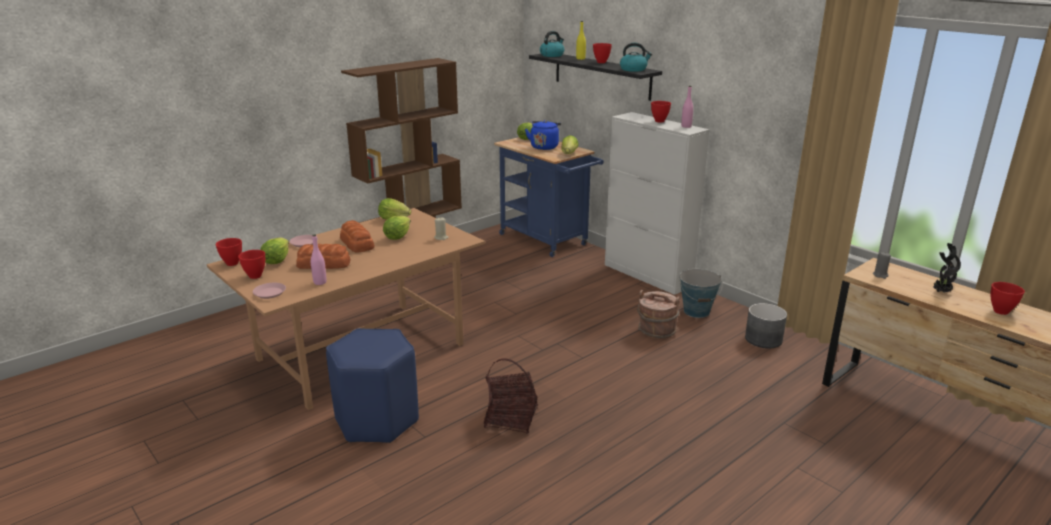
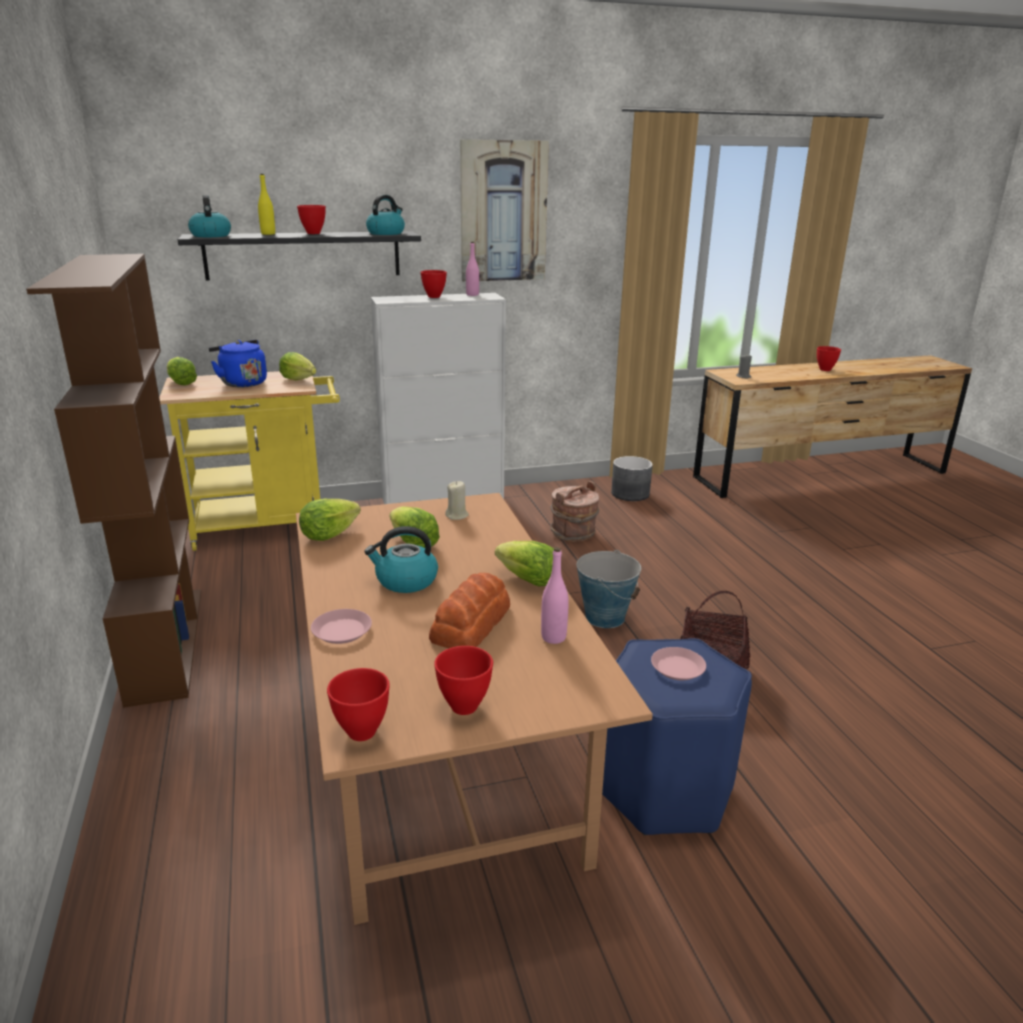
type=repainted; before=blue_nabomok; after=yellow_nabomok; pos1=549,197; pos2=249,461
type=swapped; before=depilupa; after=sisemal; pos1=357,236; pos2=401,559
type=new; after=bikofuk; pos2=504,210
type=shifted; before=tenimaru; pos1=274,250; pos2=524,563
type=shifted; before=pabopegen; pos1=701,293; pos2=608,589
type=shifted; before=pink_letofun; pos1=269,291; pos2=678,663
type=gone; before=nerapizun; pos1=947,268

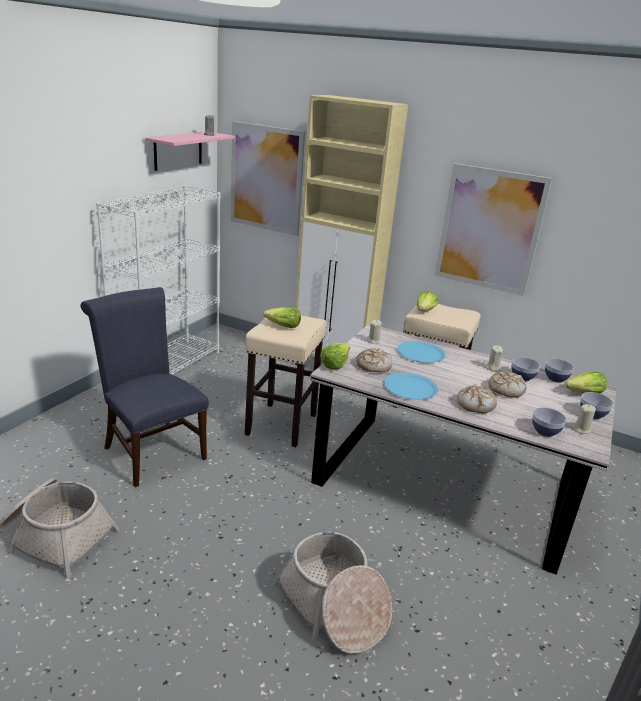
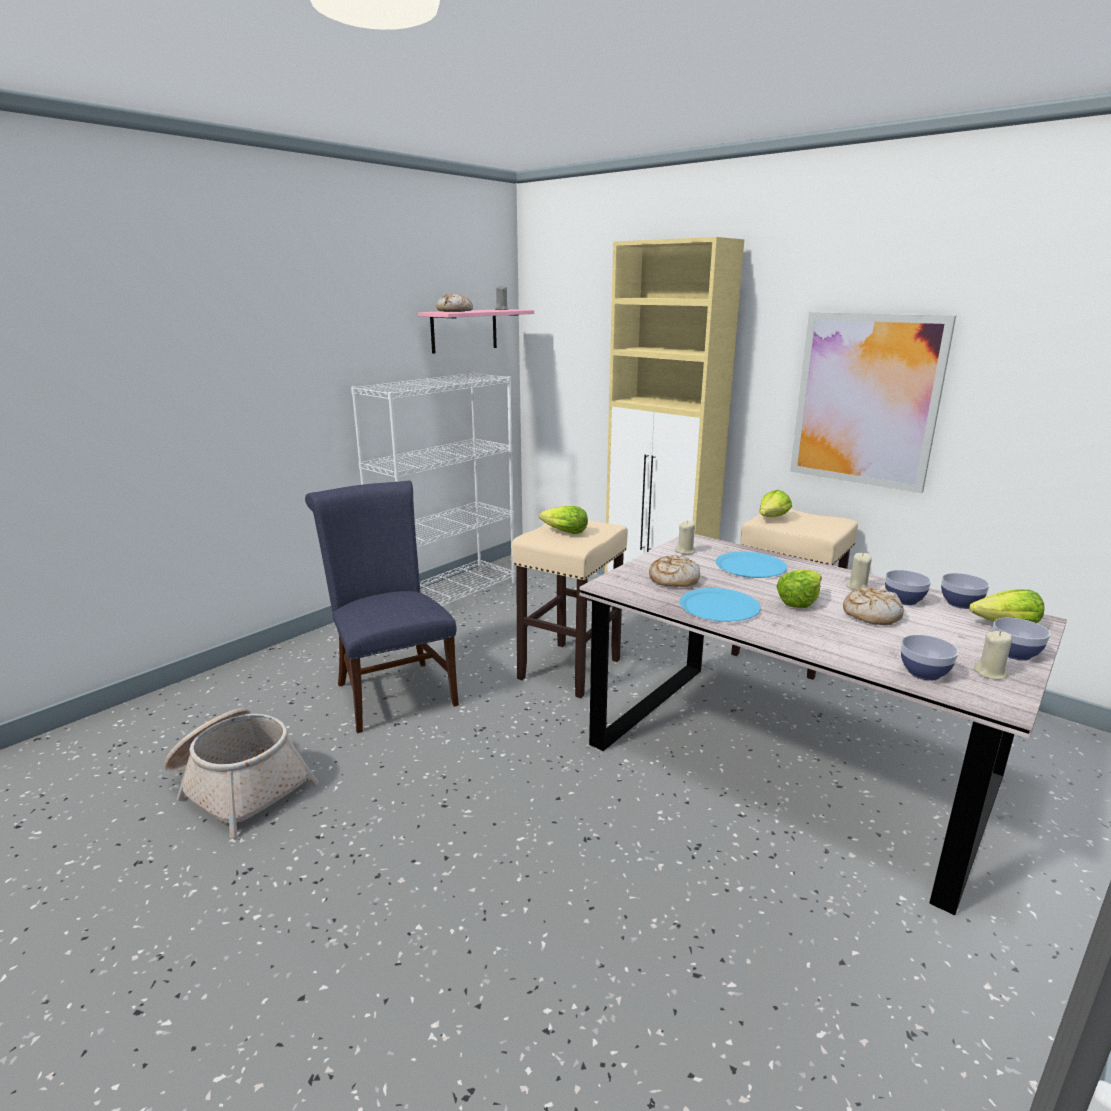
type=shifted; before=depilupa; pos1=477,399; pos2=454,303
type=shifted; before=tenimaru; pos1=335,356; pos2=799,589
type=gone; before=bikofuk; pos1=268,178
type=gone; before=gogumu; pos1=332,593

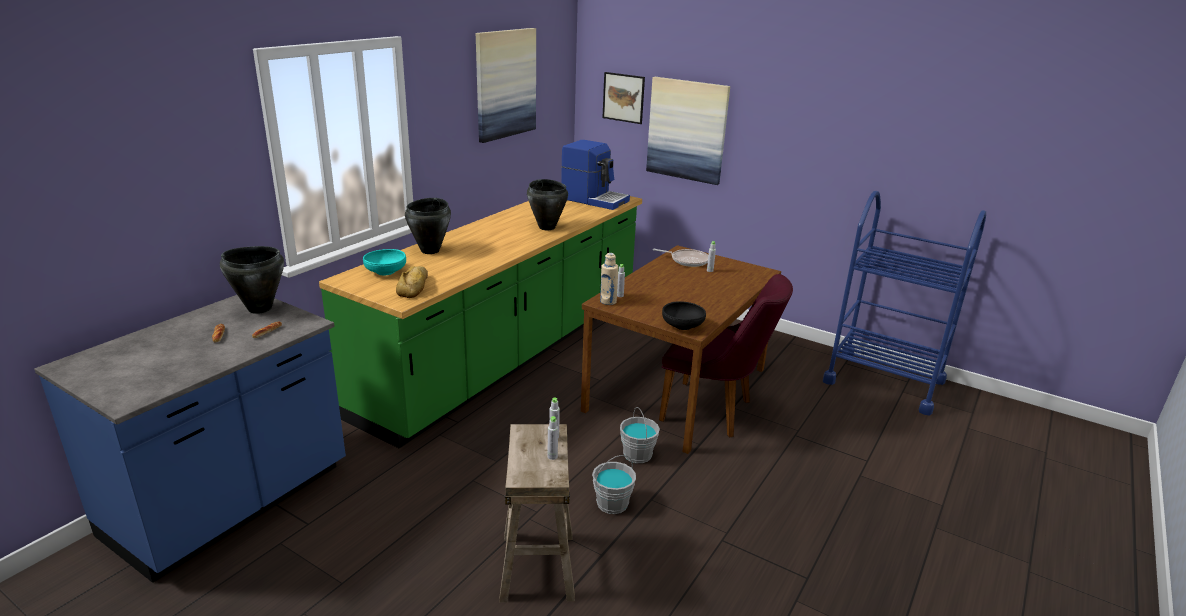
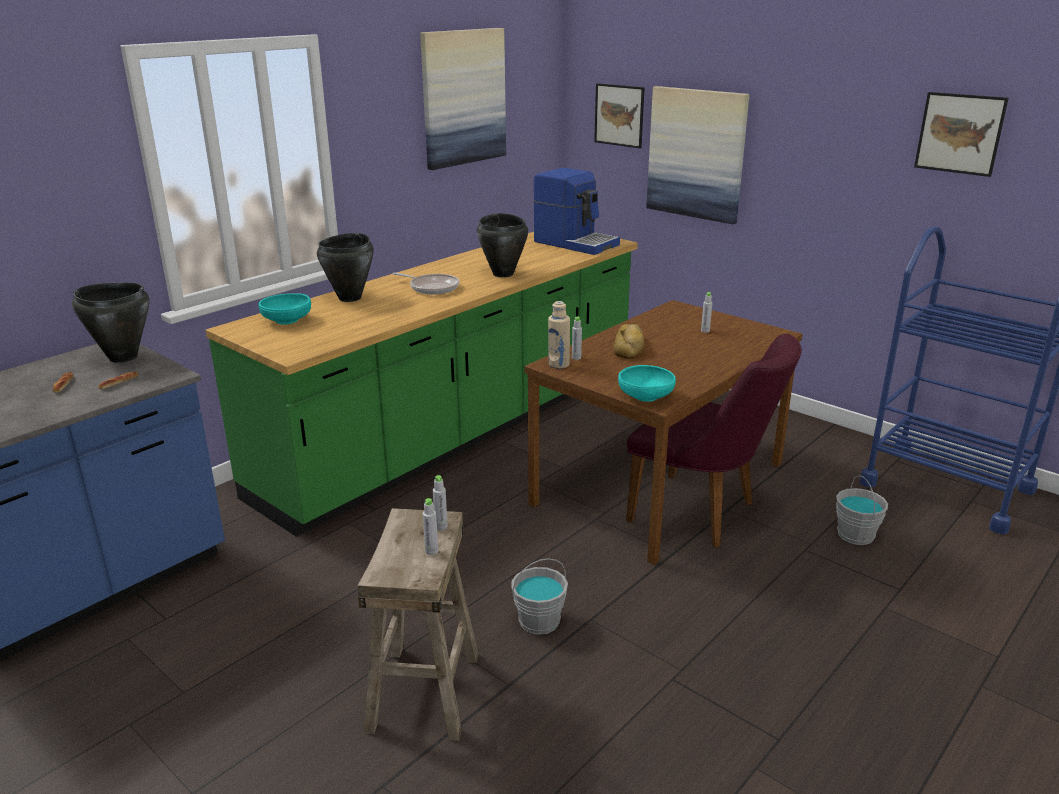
type=shifted; before=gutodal; pos1=680,258; pos2=426,283
type=shifted; before=depilupa; pos1=412,282; pos2=629,341
type=repainted; before=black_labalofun; after=turquoise_labalofun; pos1=684,315; pos2=647,383
type=shifted; before=grey_pabopegen; pos1=640,435; pos2=862,510
type=new; after=bikofuk; pos2=961,134

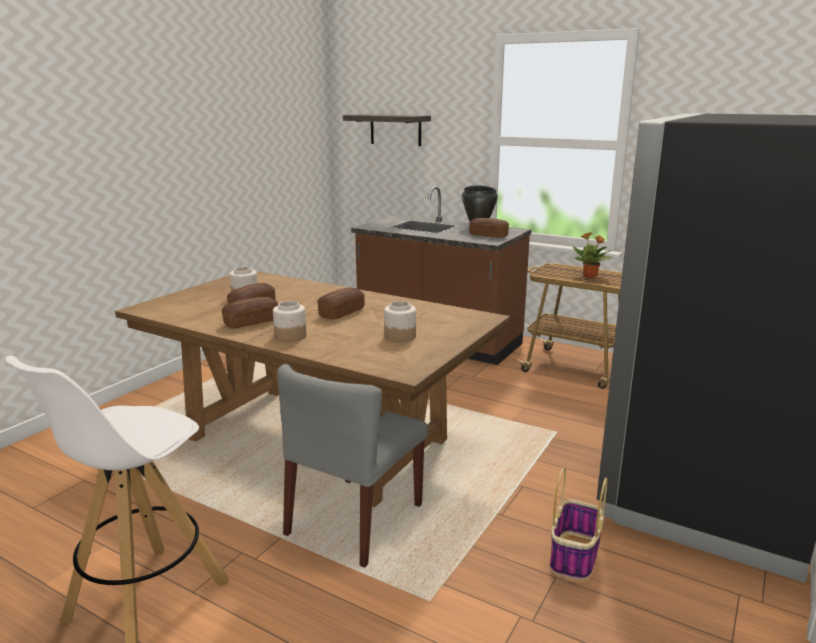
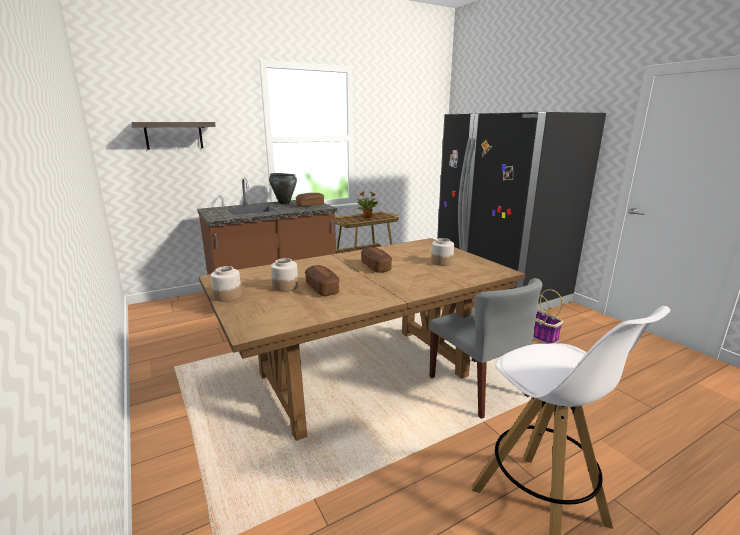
type=shifted; before=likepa; pos1=289,321; pos2=226,284
type=gone; before=depilupa; pos1=250,312

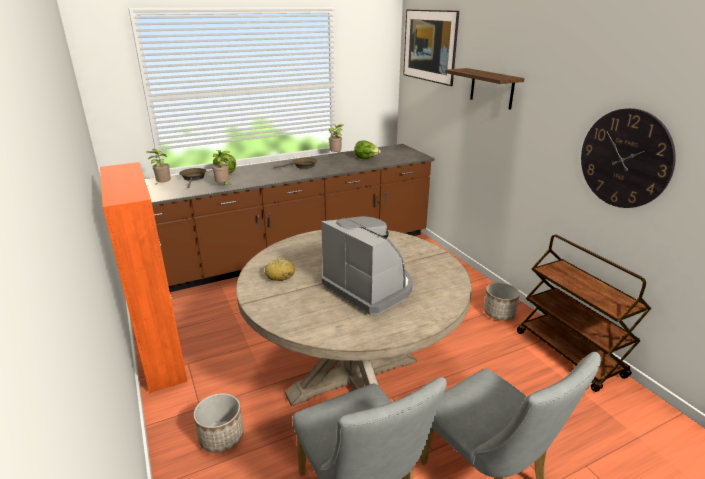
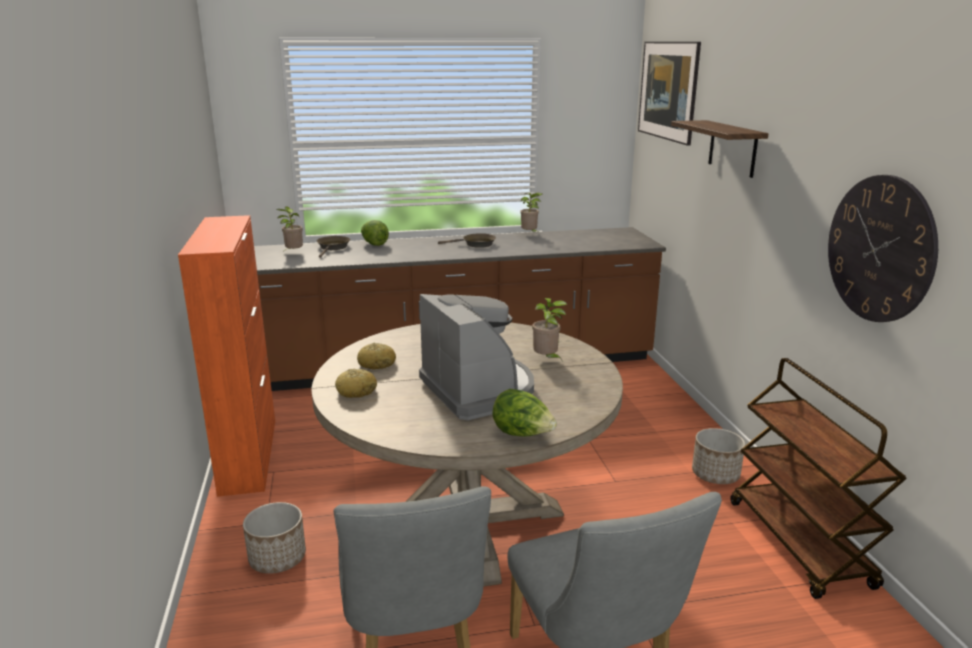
type=new; after=depilupa; pos2=356,383
type=shifted; before=tenimaru; pos1=367,150; pos2=524,413
type=shifted; before=nerapizun; pos1=222,167; pos2=549,329

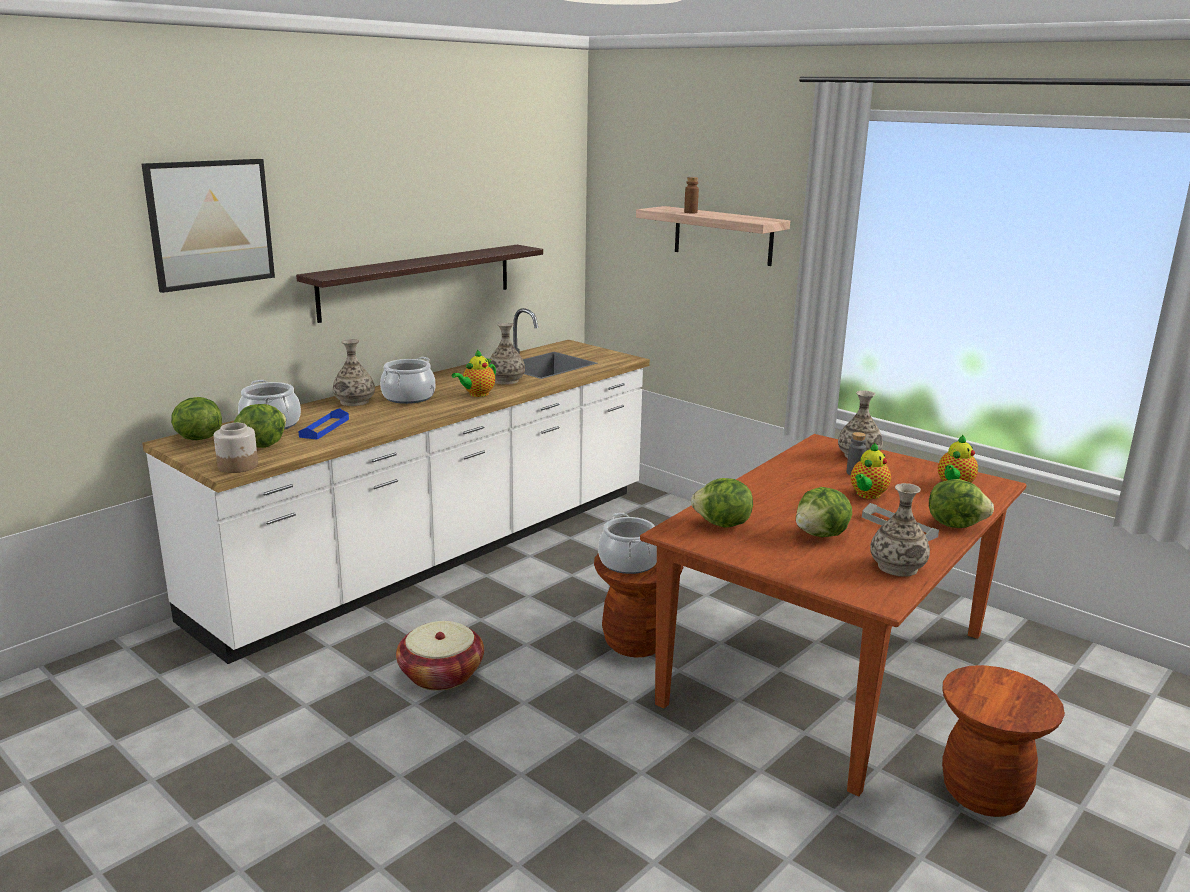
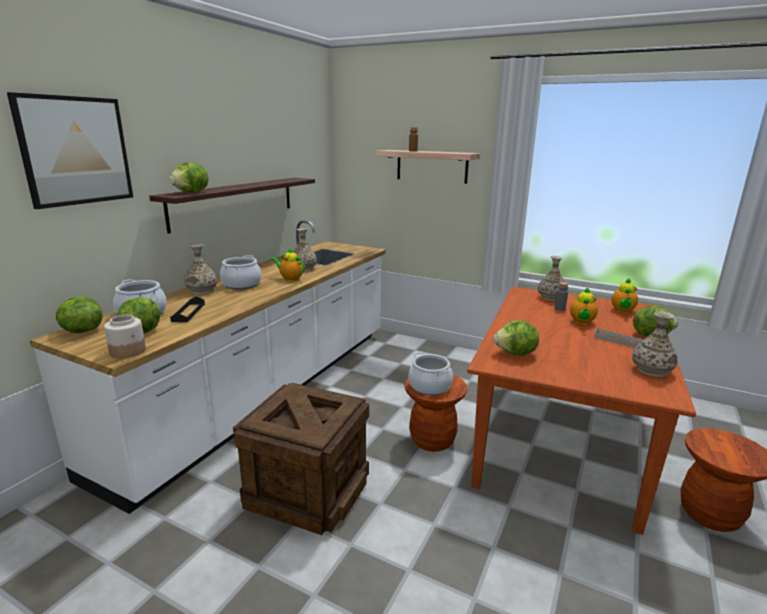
type=shifted; before=tenimaru; pos1=824,512; pos2=188,177
type=repainted; before=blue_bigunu; after=black_bigunu; pos1=323,424; pos2=187,309
type=swapped; before=gogumu; after=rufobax; pos1=440,656; pos2=301,459
type=rotated; before=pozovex; pos1=474,373; pos2=288,264; turn=90

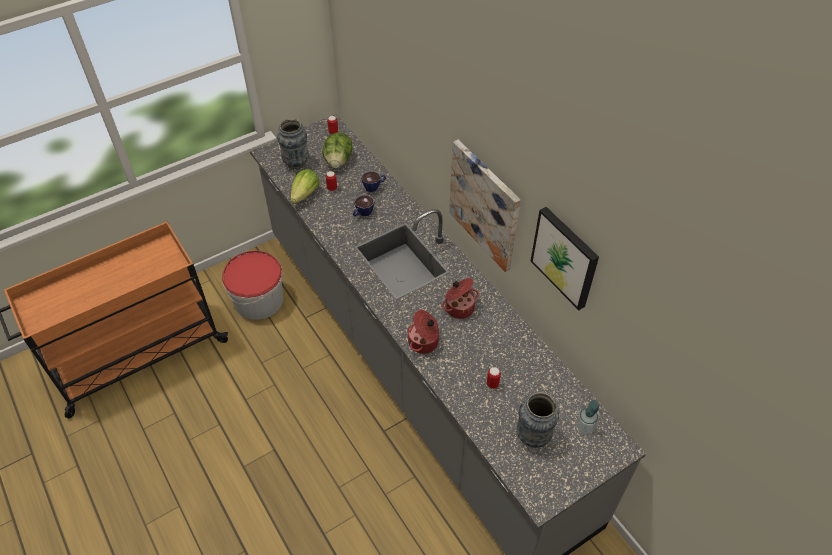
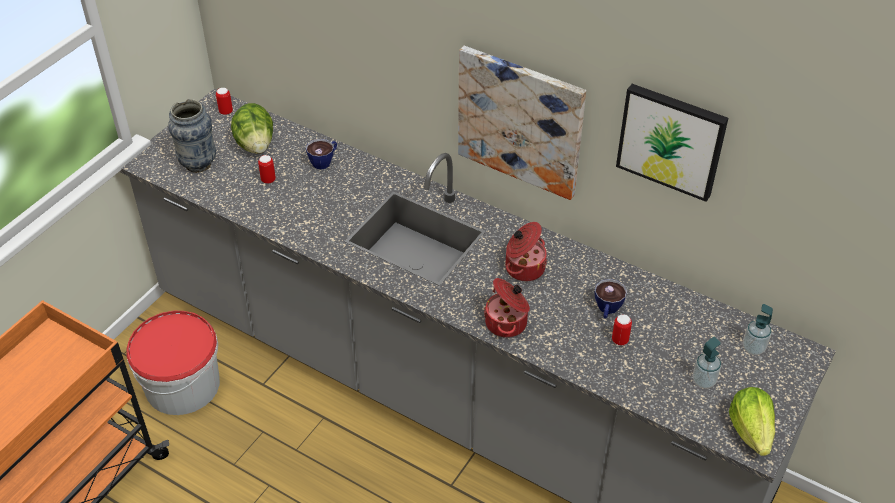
type=shifted; before=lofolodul; pos1=363,205; pos2=610,298
type=swapped; before=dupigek; after=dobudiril; pos1=538,420; pos2=707,363
type=shifted; before=tenimaru; pos1=305,186; pos2=752,421

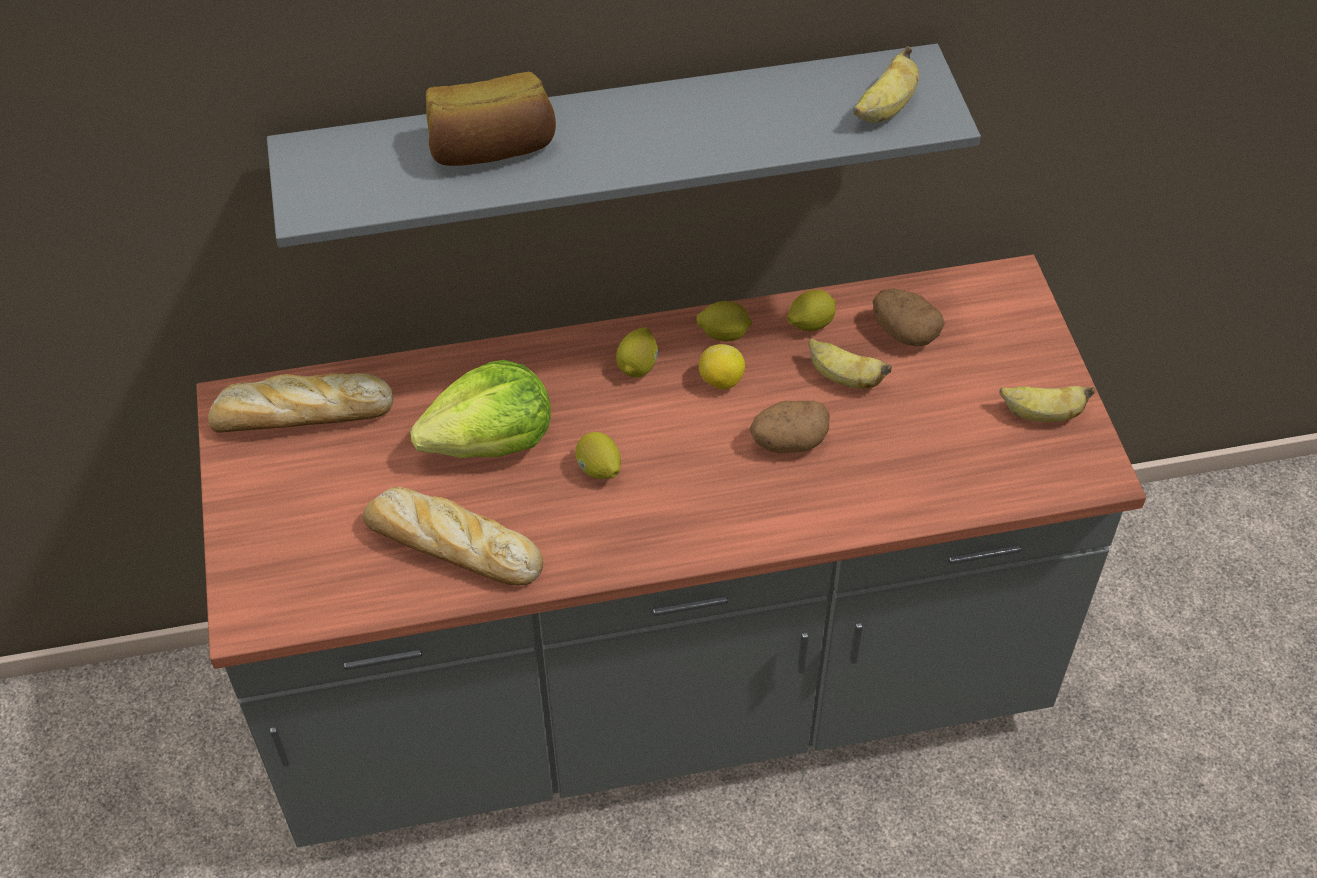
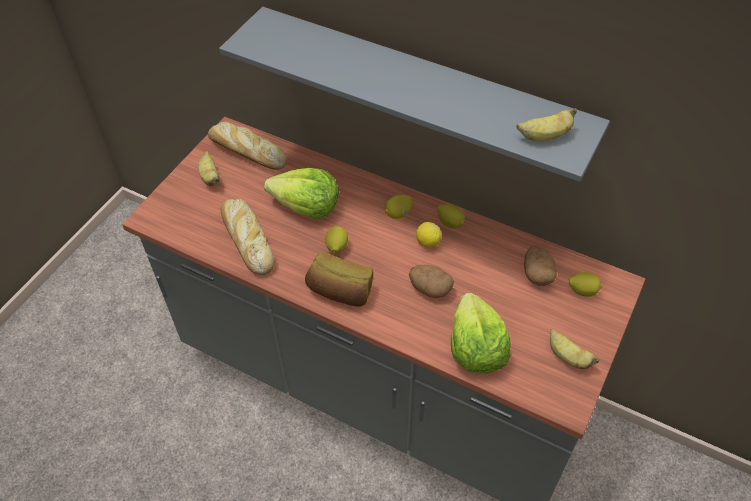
type=shifted; before=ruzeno; pos1=850,363; pos2=209,169
type=shifted; before=depilupa; pos1=491,119; pos2=339,279
type=new; after=tenimaru; pos2=481,333
type=shifted; before=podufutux; pos1=811,310; pos2=586,284

